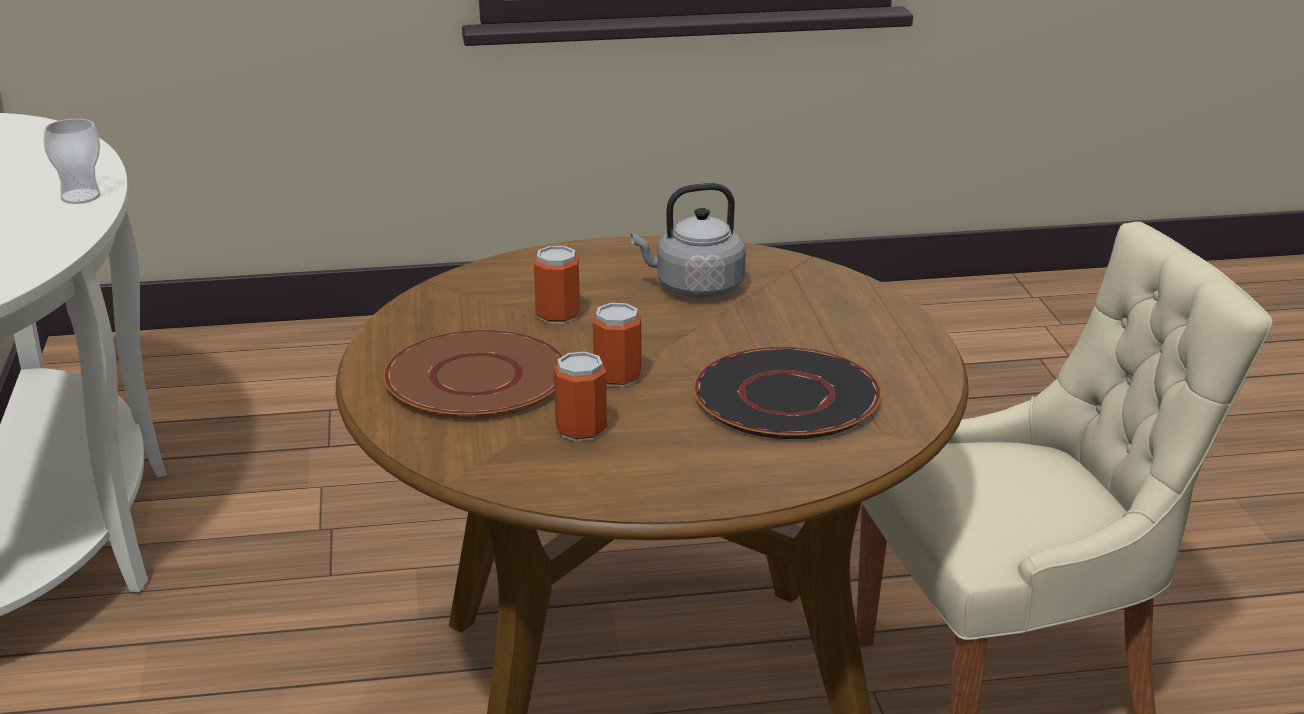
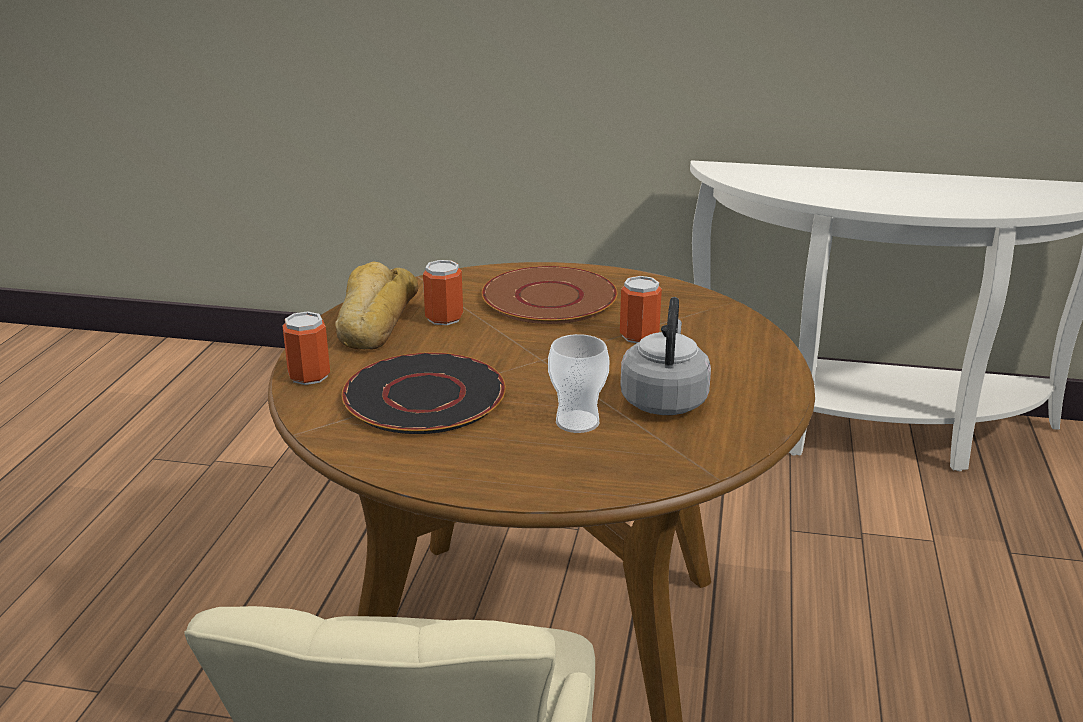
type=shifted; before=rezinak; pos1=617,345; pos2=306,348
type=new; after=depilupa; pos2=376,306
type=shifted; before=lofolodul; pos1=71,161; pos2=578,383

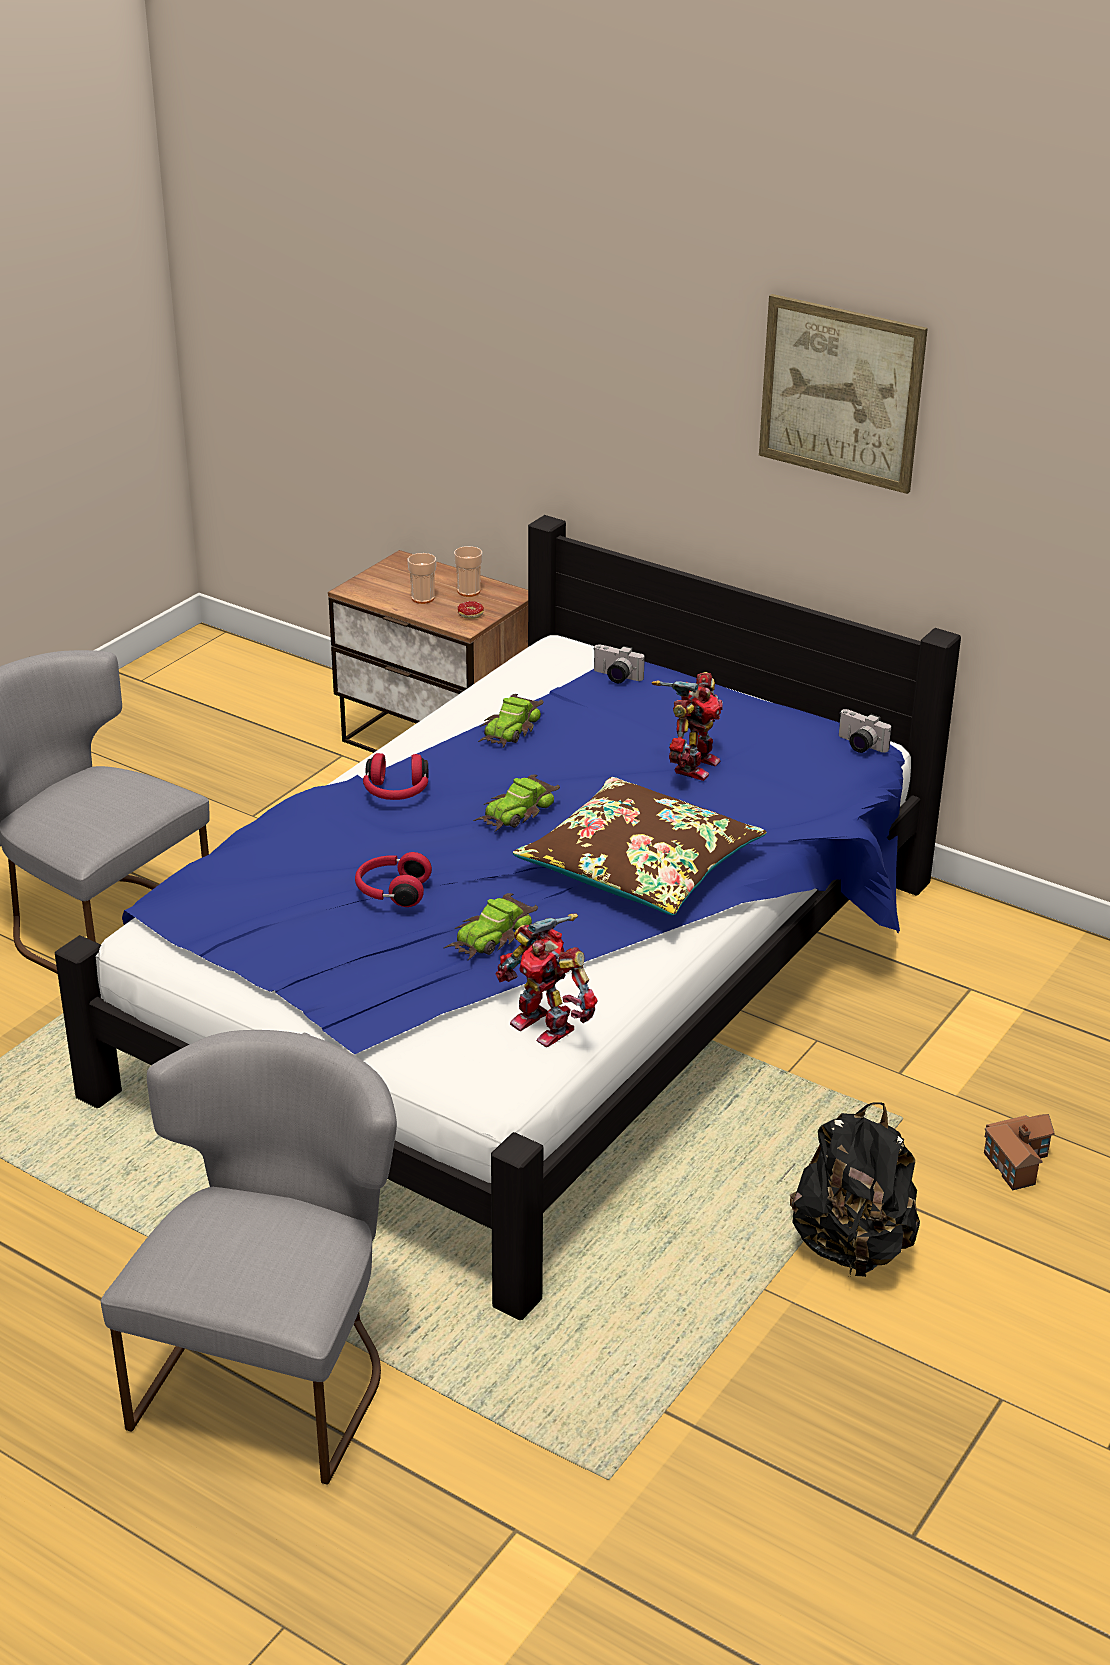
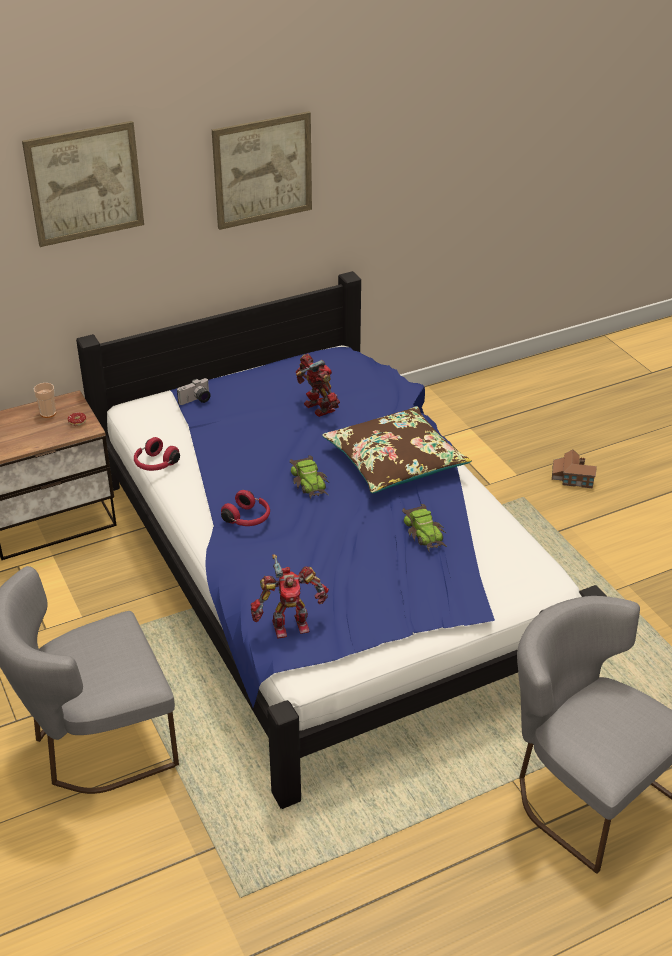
type=new; after=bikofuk; pos2=83,184
type=shifted; before=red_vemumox; pos1=393,879; pos2=157,454
type=shifted; before=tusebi; pos1=547,980; pos2=290,596
type=gone; before=lofolodul; pos1=421,578
type=gone; before=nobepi; pos1=511,720
type=gone; before=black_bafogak; pos1=855,1189
type=gone; before=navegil; pos1=865,731

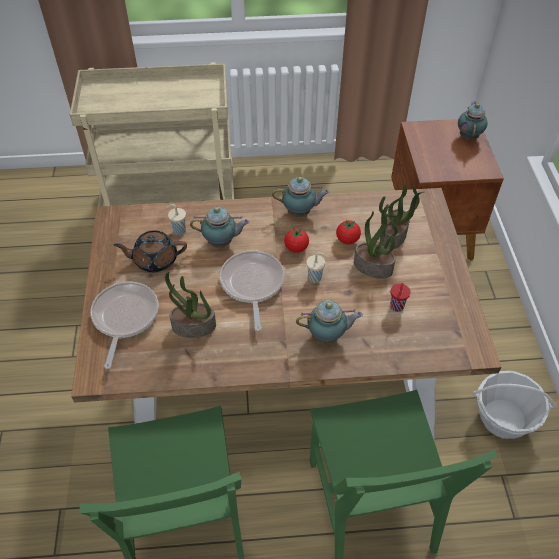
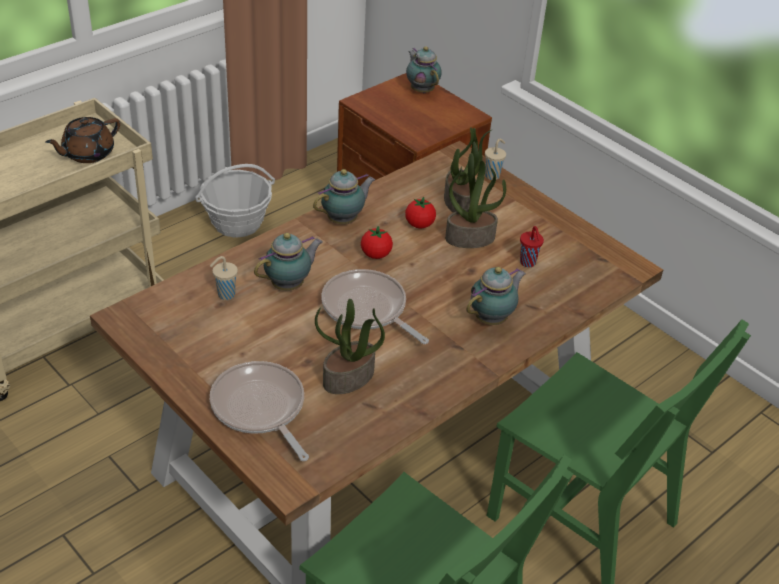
type=shifted; before=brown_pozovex; pos1=150,251; pos2=82,140
type=shifted; before=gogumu; pos1=514,405; pos2=235,201
type=shifted; before=beige_lofolodul; pos1=317,267; pos2=495,159

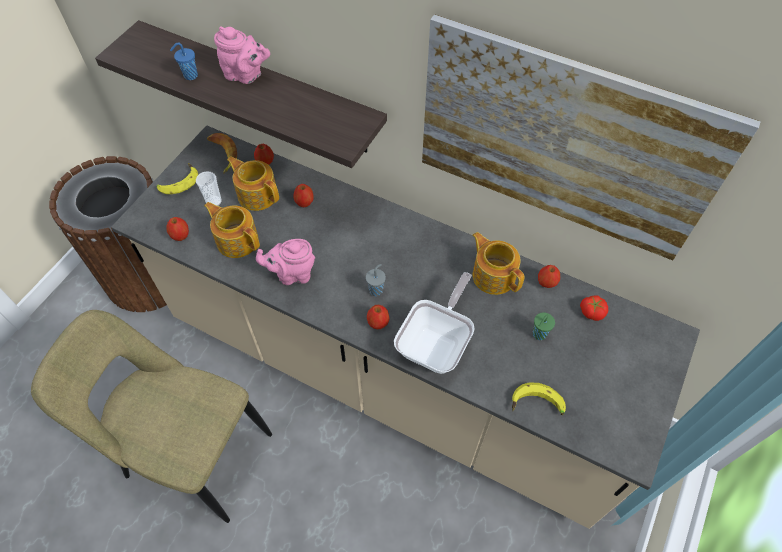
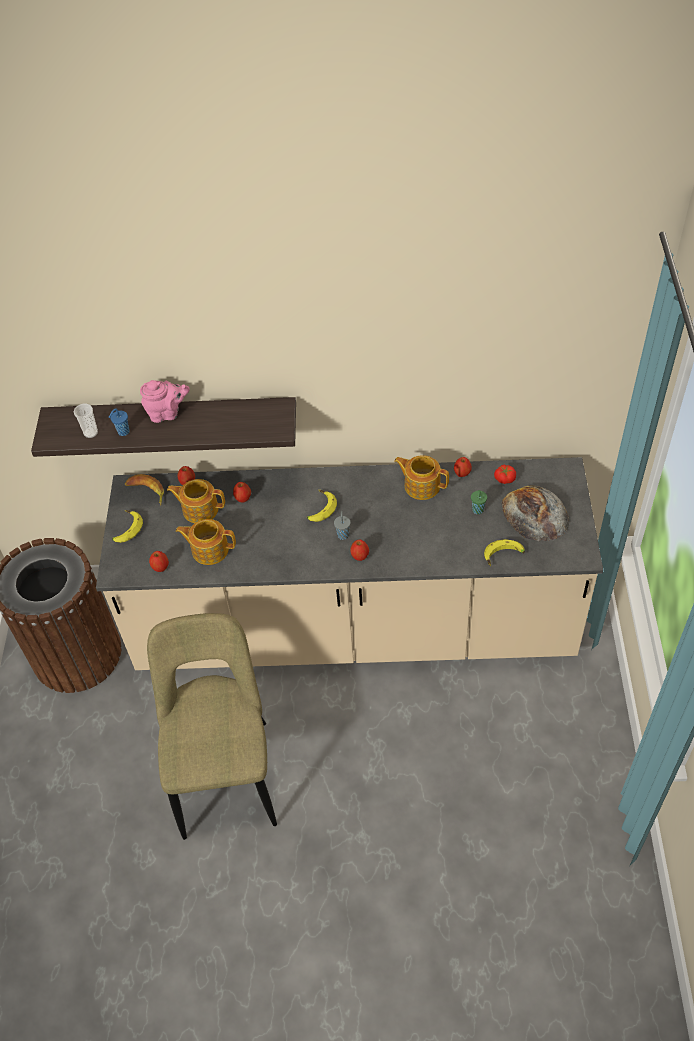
type=shifted; before=lofolodul; pos1=209,188; pos2=86,421
type=rotated; before=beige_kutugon; pos1=151,416; pos2=212,726; turn=90
type=new; after=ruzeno; pos2=322,506
type=new; after=depilupa; pos2=535,513
type=gone; before=pink_pozovex; pos1=285,262
type=gone; before=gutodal; pos1=434,323
type=gone; before=bikofuk; pos1=591,137

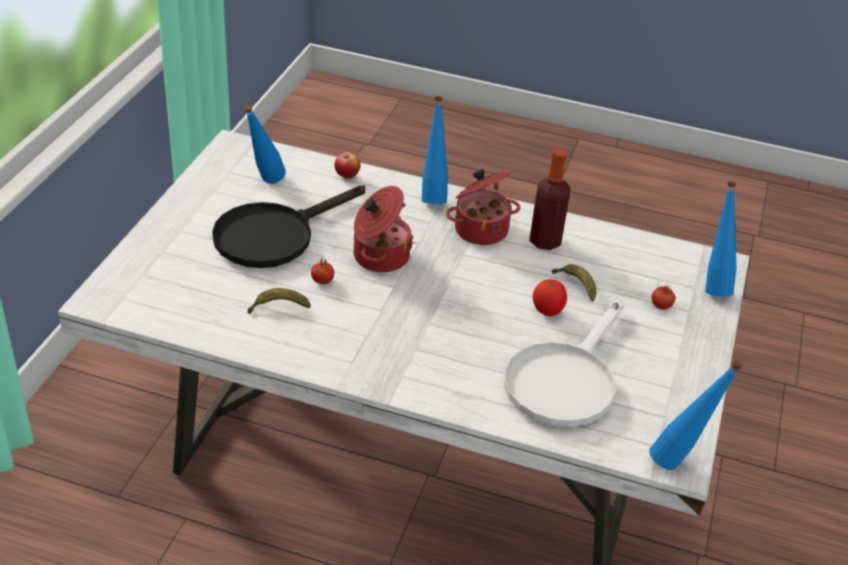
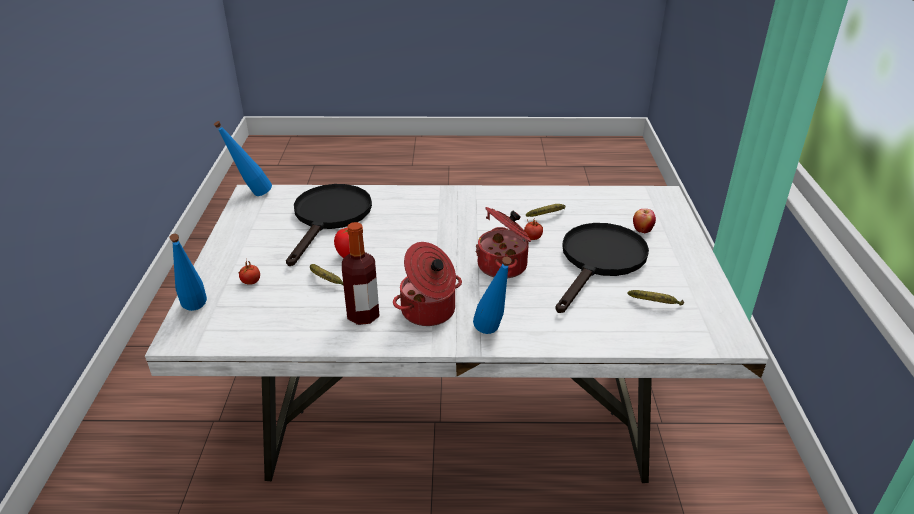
type=repainted; before=white_gutodal; after=black_gutodal; pos1=564,363; pos2=329,225
type=swapped; before=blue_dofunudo; after=ruzeno; pos1=265,143; pos2=656,297
type=shifted; before=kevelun; pos1=347,165; pos2=644,221

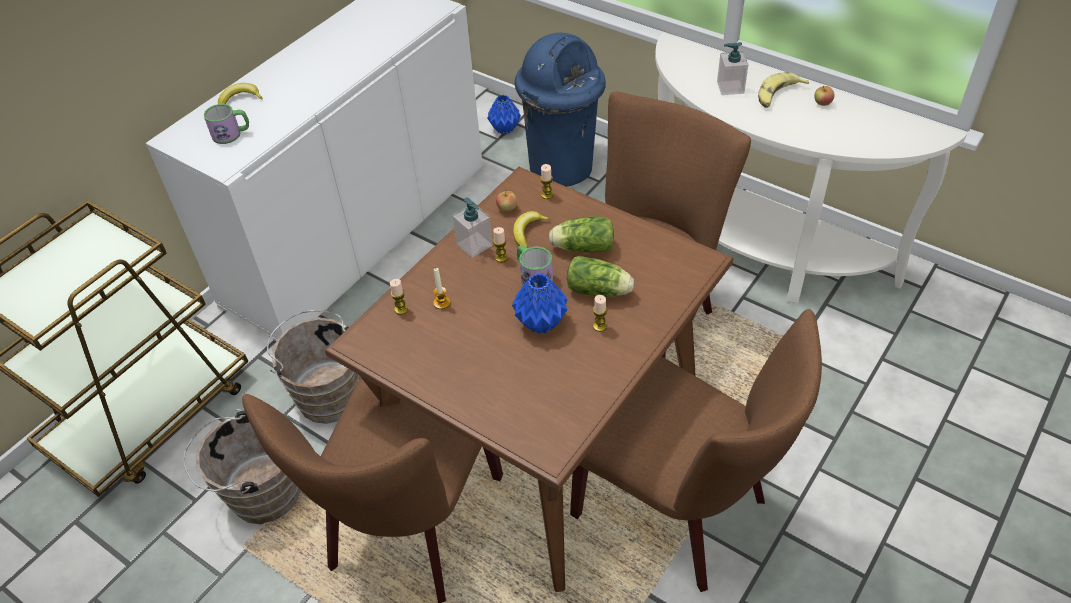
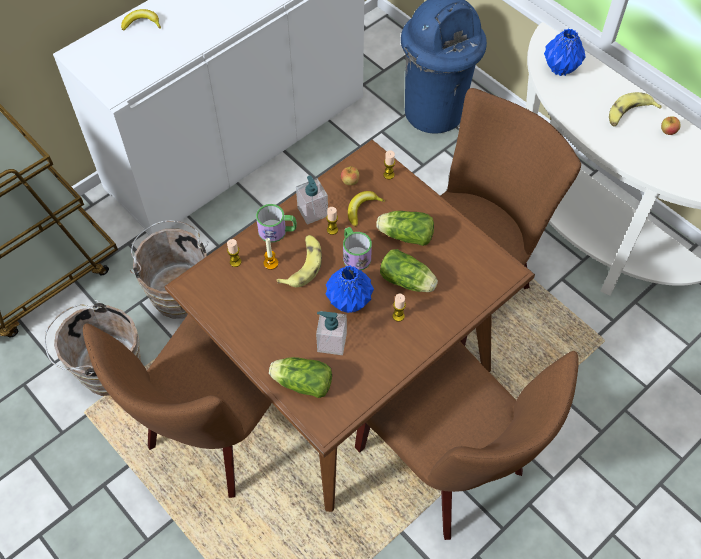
type=shifted; before=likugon; pos1=226,124; pos2=276,223
type=new; after=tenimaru; pos2=300,377
type=new; after=ruzeno; pos2=299,261
type=shifted; before=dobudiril; pos1=733,68; pos2=331,333
type=shifted; before=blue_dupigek; pos1=504,115; pos2=565,52

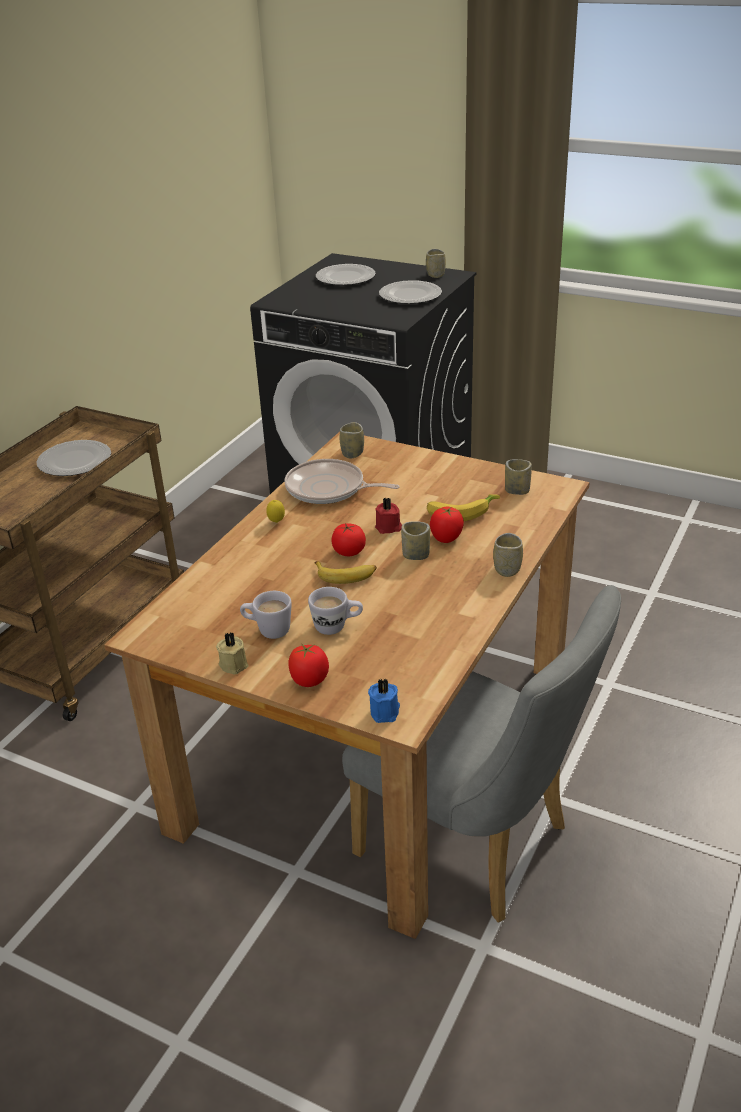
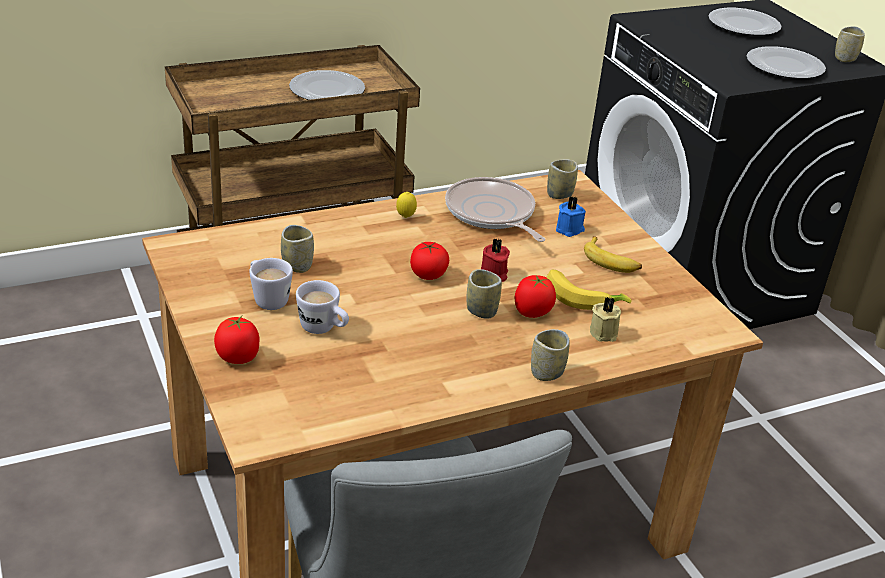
type=shifted; before=lofolodul; pos1=518,477; pos2=297,249
type=shifted; before=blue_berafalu; pos1=384,700; pos2=571,217
type=shifted; before=ruzeno; pos1=346,572; pos2=613,254
type=shifted; before=beige_berafalu; pos1=232,653; pos2=605,319

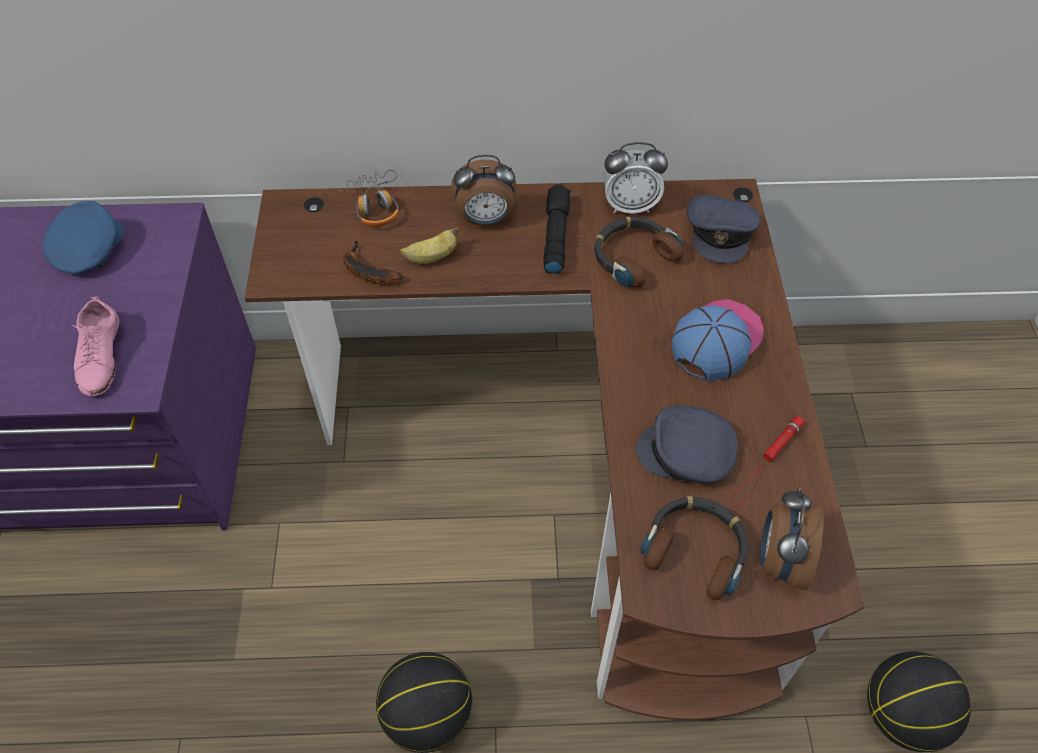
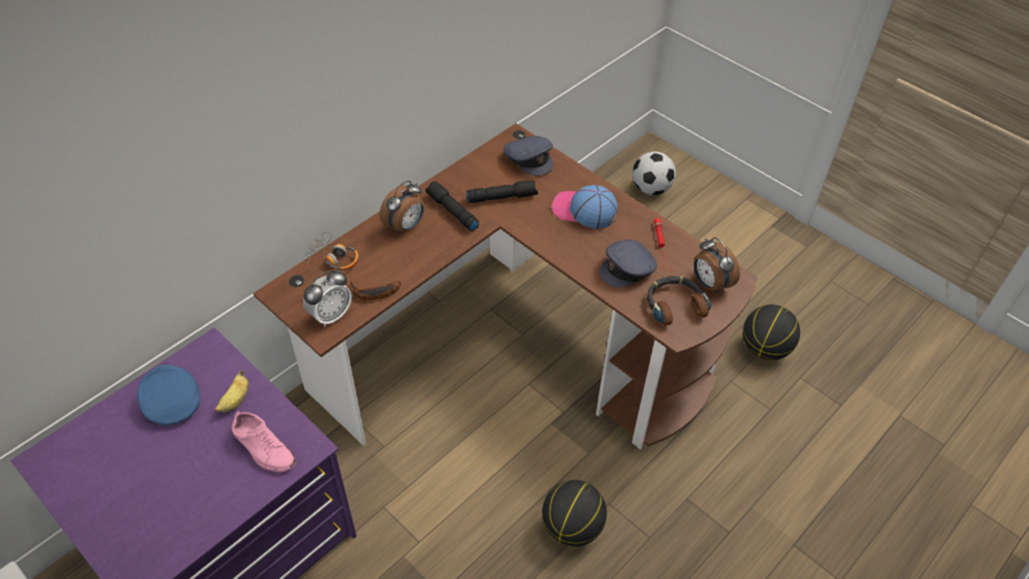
type=shifted; before=ruzeno; pos1=429,245; pos2=232,391
type=shifted; before=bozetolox; pos1=635,178; pos2=327,298
type=swapped; before=vemumox; after=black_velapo; pos1=639,252; pos2=502,191
type=rotated; before=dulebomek; pos1=717,340; pos2=584,207; turn=-60
type=new; after=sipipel; pos2=654,173

